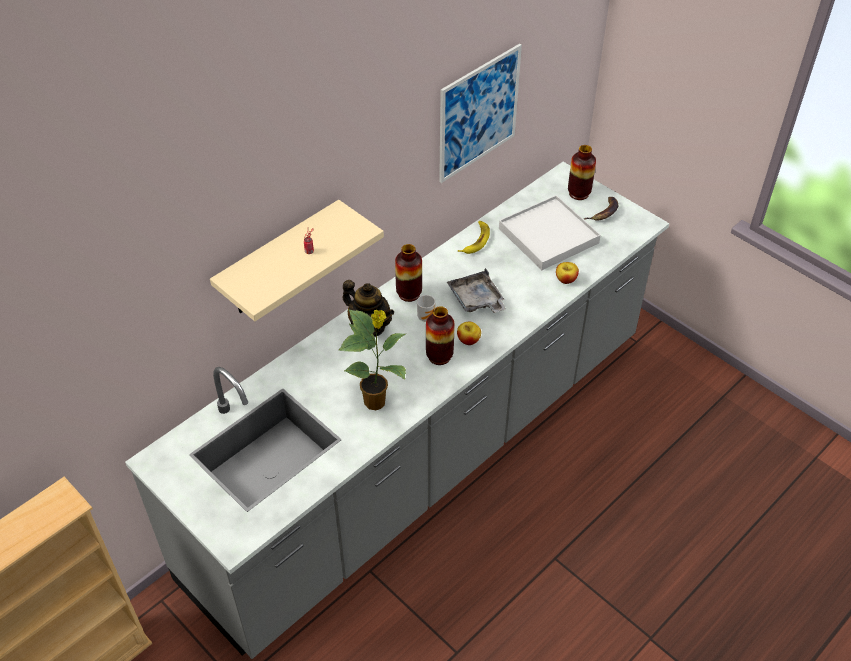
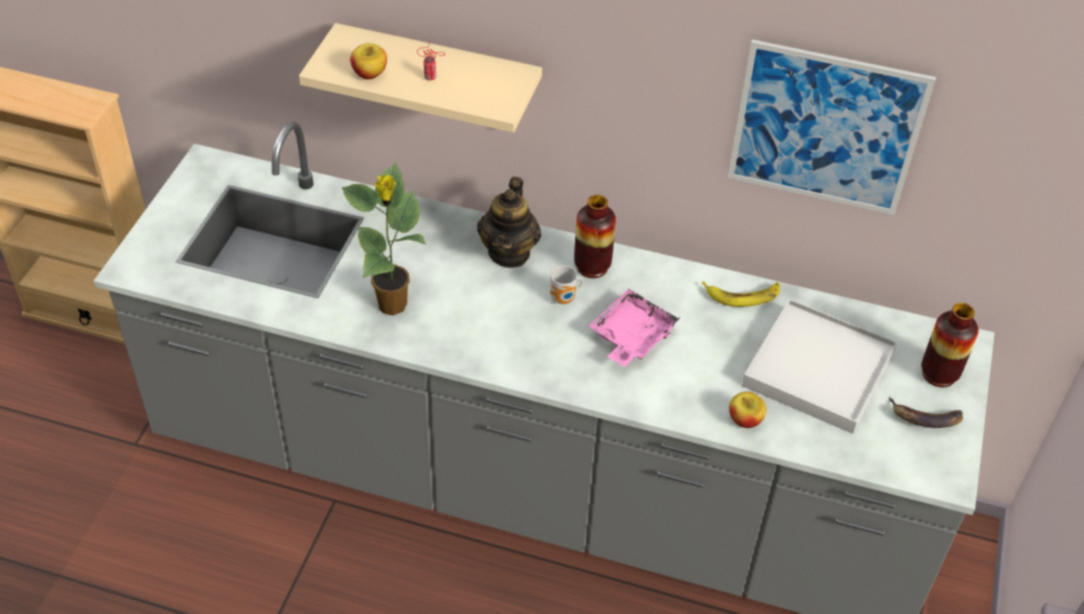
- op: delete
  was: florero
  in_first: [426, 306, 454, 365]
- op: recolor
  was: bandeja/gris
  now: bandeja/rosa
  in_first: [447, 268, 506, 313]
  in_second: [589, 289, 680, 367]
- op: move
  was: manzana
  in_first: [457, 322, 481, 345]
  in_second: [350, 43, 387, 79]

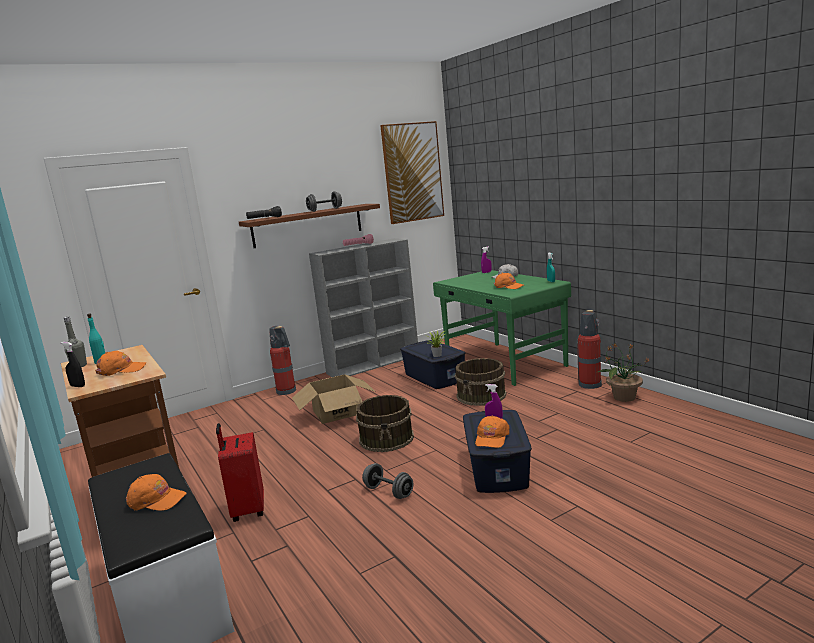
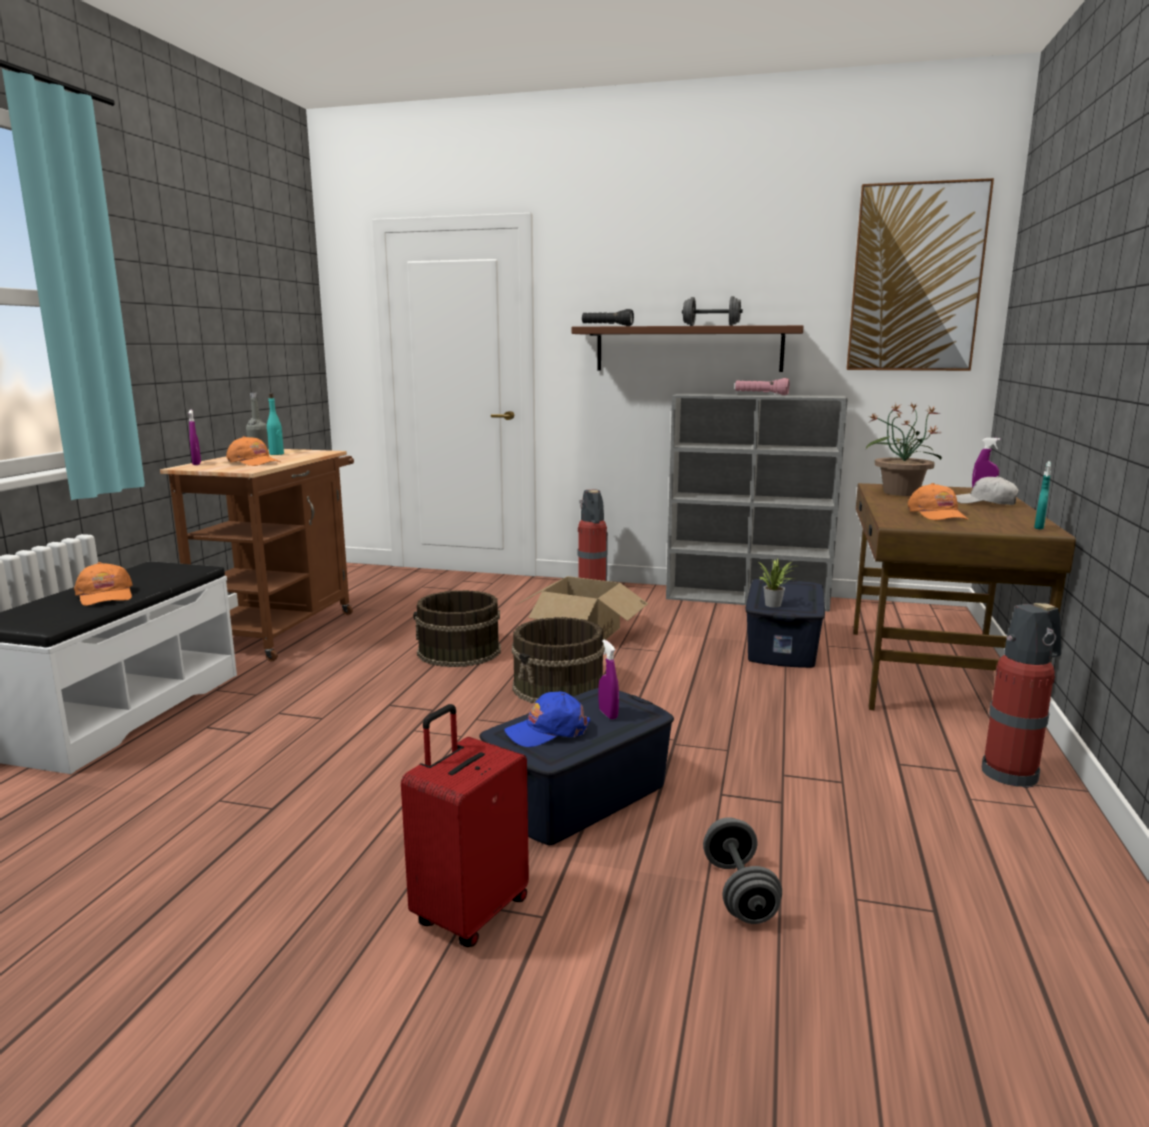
- op: recolor
  was: pulverizador/negro
  now: pulverizador/morado
  in_first: [61, 342, 85, 387]
  in_second: [189, 409, 201, 465]
- op: move
  was: maleta/rojo
  in_first: [216, 423, 264, 522]
  in_second: [401, 704, 529, 947]
- op: move
  was: mancuerna/gris
  in_first: [362, 463, 413, 499]
  in_second: [703, 817, 782, 924]
- op: recolor
  was: escritorio/verde
  now: escritorio/marrón
  in_first: [433, 270, 571, 386]
  in_second: [853, 483, 1076, 710]
- op: move
  was: cubo/marrón
  in_first: [455, 358, 506, 406]
  in_second: [413, 590, 501, 667]
- op: recolor
  was: gorra/naranja
  now: gorra/azul
  in_first: [475, 416, 510, 448]
  in_second: [504, 691, 590, 747]
- op: move
  was: planta en maceta
  in_first: [596, 344, 649, 402]
  in_second: [866, 403, 942, 496]

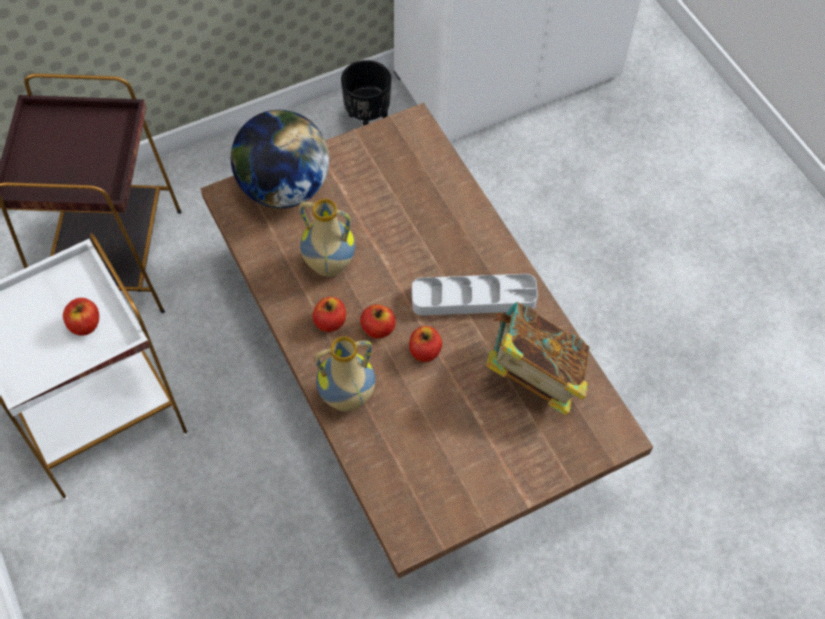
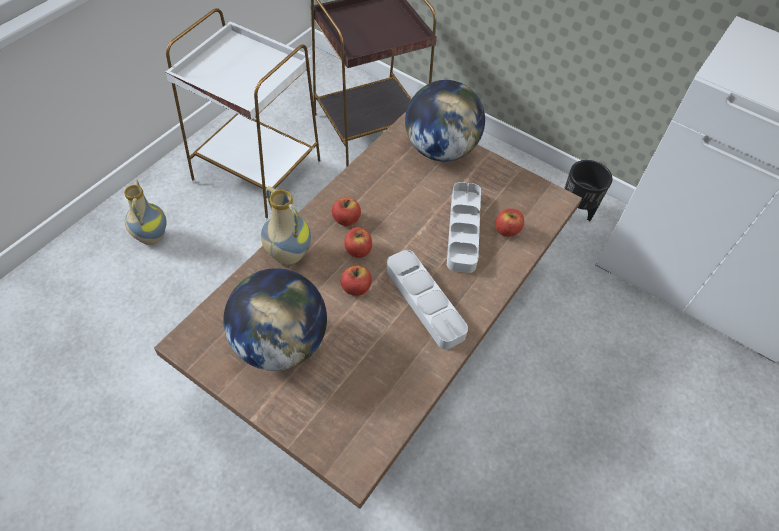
- op: move
  was: manzana
  in_first: [63, 298, 99, 336]
  in_second: [495, 208, 524, 237]
- op: move
  was: florero
  in_first: [299, 199, 355, 277]
  in_second: [124, 180, 167, 245]
- op: delete
  was: libro
  in_first: [486, 302, 590, 416]
- op: insert
  now: globo terráqueo
  in_second: [223, 268, 327, 371]
- op: insert
  now: bandeja/gris
  in_second: [447, 182, 481, 273]

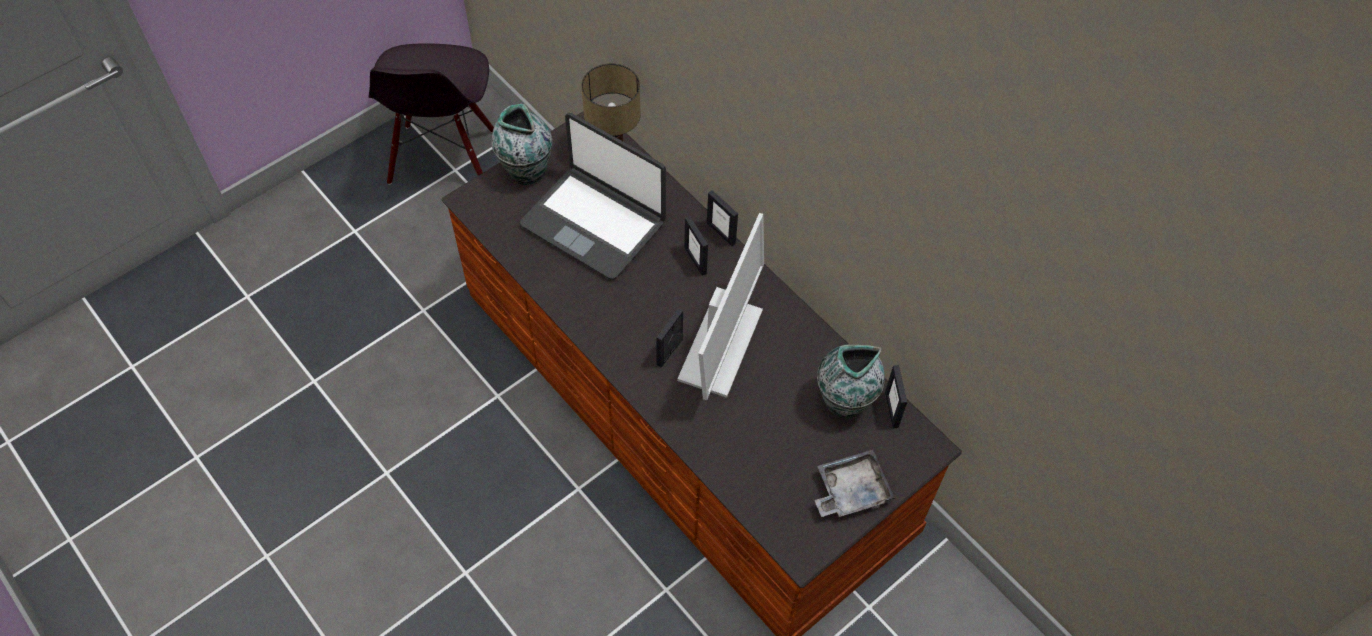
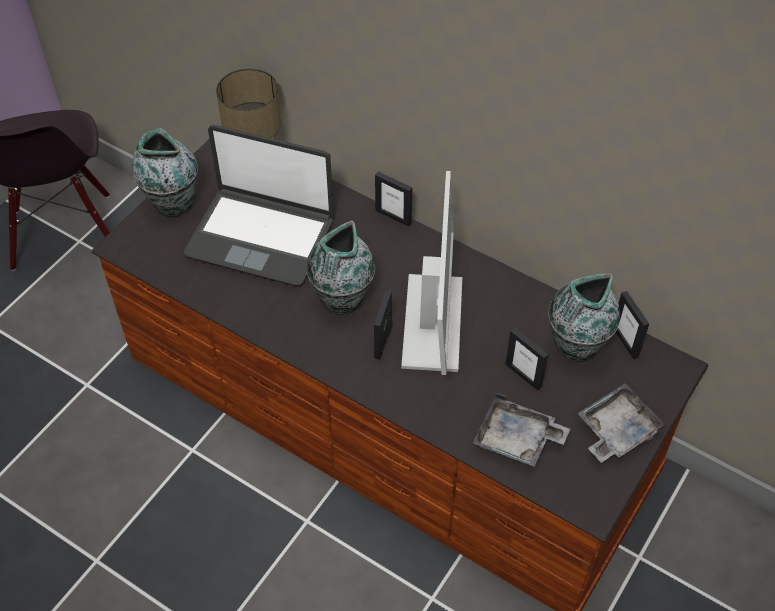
- op: move
  was: portarretratos
  in_first: [684, 216, 708, 276]
  in_second: [505, 327, 549, 391]
- op: insert
  now: florero
  in_second: [306, 221, 375, 315]
- op: insert
  now: bandeja/gris
  in_second: [473, 393, 570, 467]

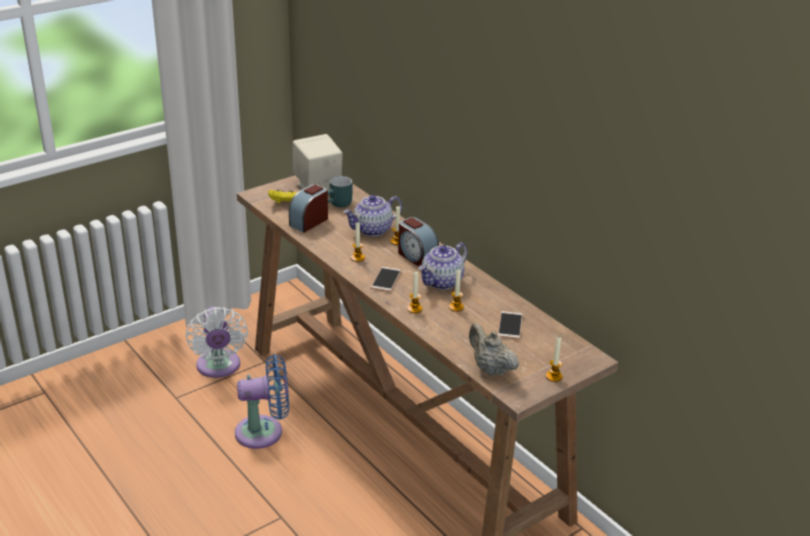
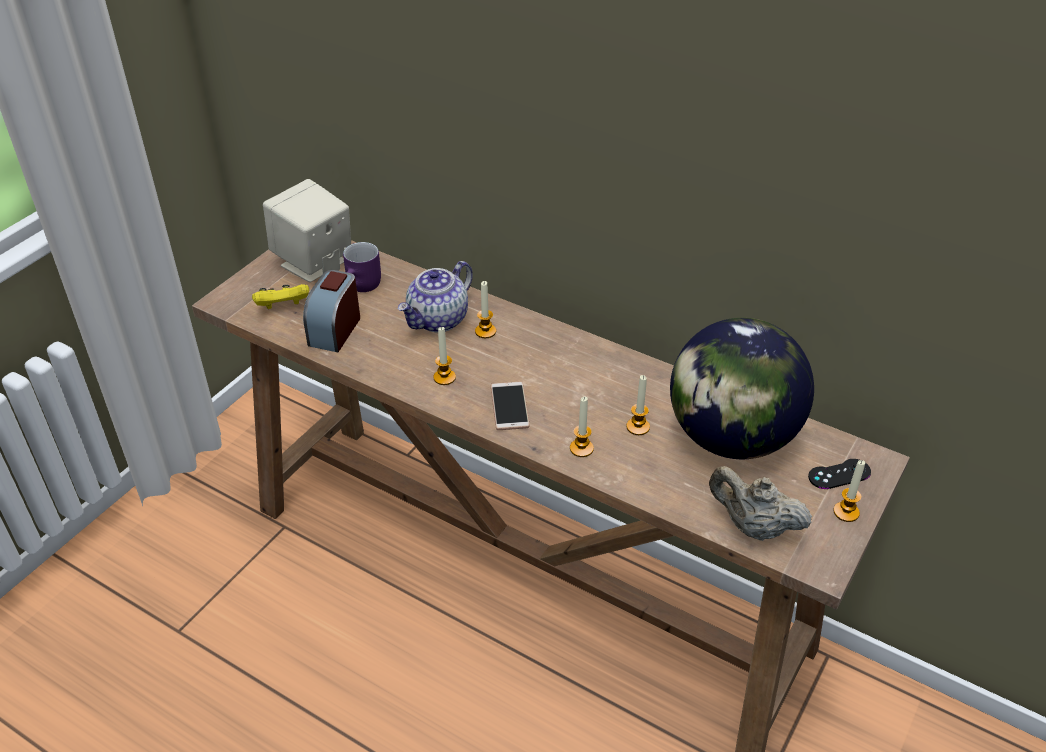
- op: delete
  was: ventilador/blanco
  in_first: [186, 307, 248, 378]
- op: delete
  was: ventilador/azul
  in_first: [235, 355, 289, 449]
- op: recolor
  was: taza grande/turquesa
  now: taza grande/morado
  in_first: [328, 176, 352, 207]
  in_second: [343, 242, 381, 292]
- op: delete
  was: despertador
  in_first: [398, 217, 439, 266]
- op: delete
  was: tetera
  in_first: [418, 242, 468, 290]
- op: replace
  was: móvil
  now: globo terráqueo
  in_first: [498, 311, 523, 339]
  in_second: [670, 318, 814, 459]
- op: insert
  now: mando de consola/negro
  in_second: [808, 459, 871, 489]

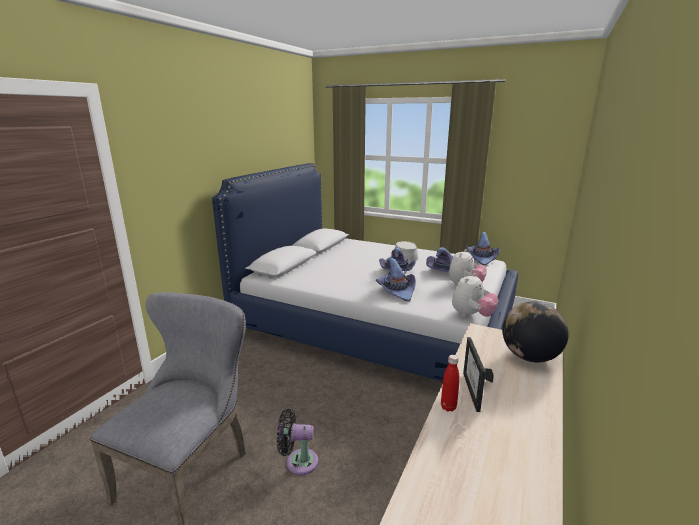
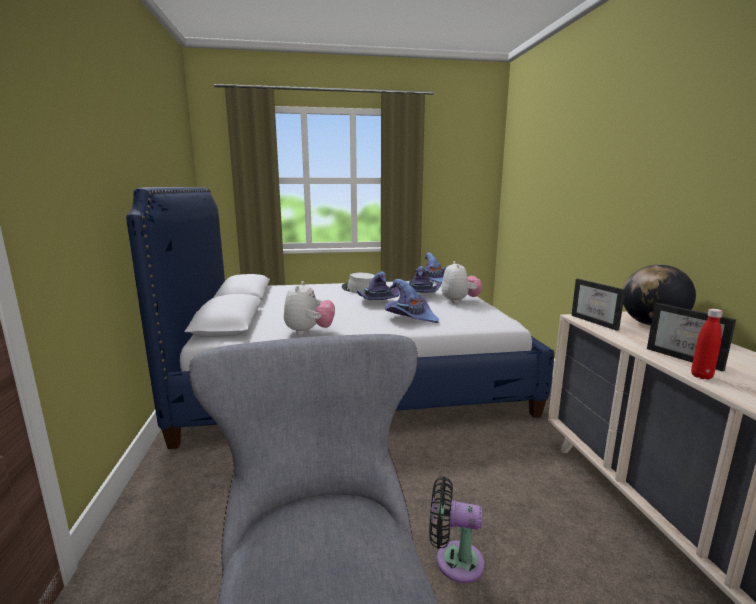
- op: rotate
  was: ventilador/negro
  in_first: [277, 409, 318, 475]
  in_second: [429, 477, 485, 583]
  clockwise: 45
- op: move
  was: peluche
  in_first: [452, 273, 499, 317]
  in_second: [284, 281, 335, 335]
- op: insert
  now: portarretratos
  in_second: [571, 279, 625, 331]

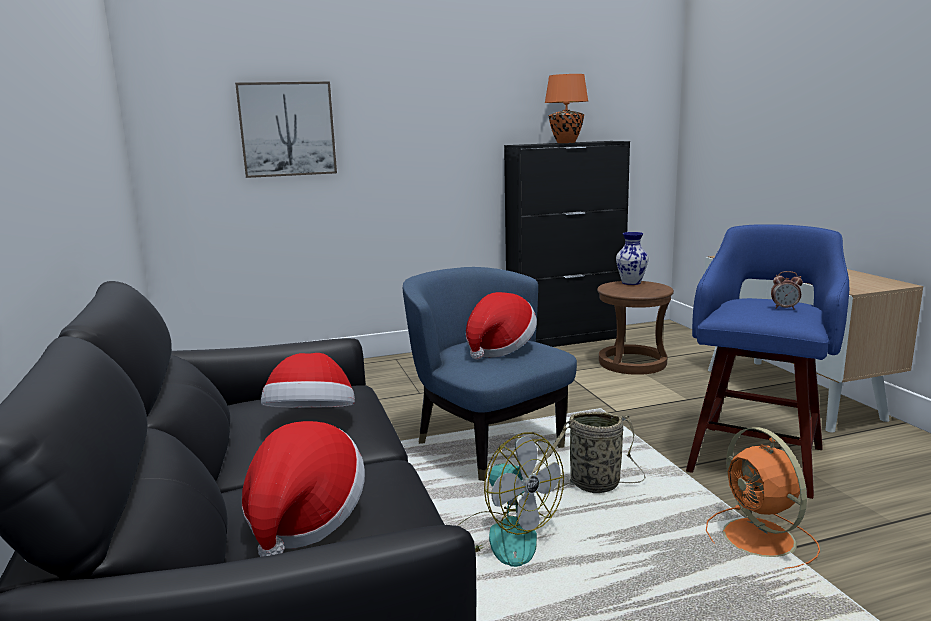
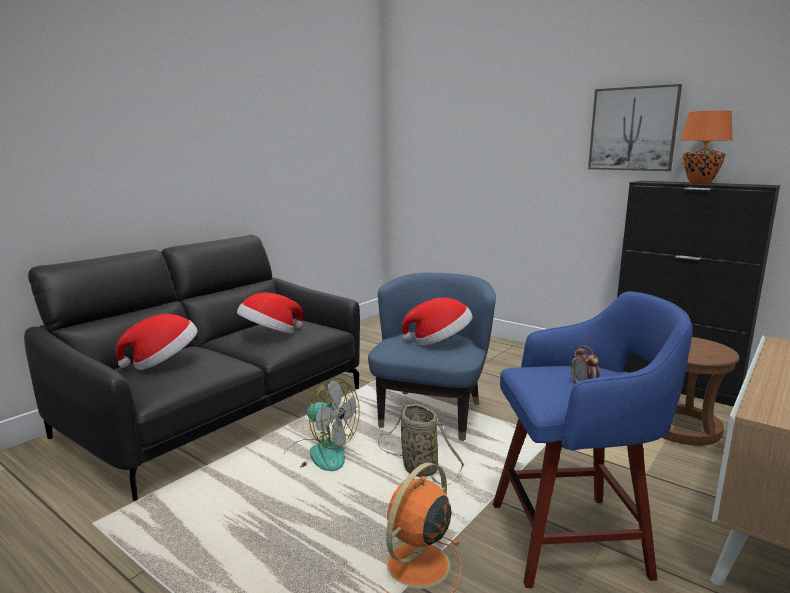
- op: move
  was: cuadro
  in_first: [235, 82, 337, 178]
  in_second: [588, 84, 682, 171]
- op: rotate
  was: ventilador
  in_first: [459, 432, 564, 567]
  in_second: [283, 378, 360, 471]
  clockwise: -75
- op: delete
  was: florero
  in_first: [616, 232, 649, 285]

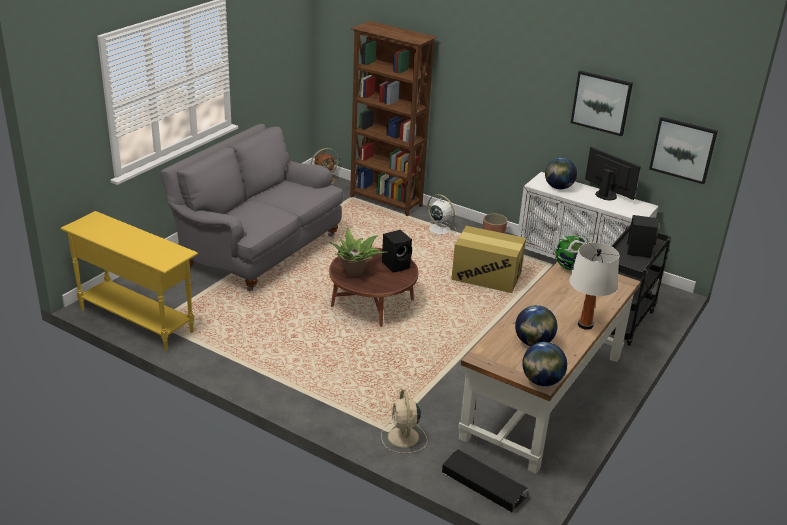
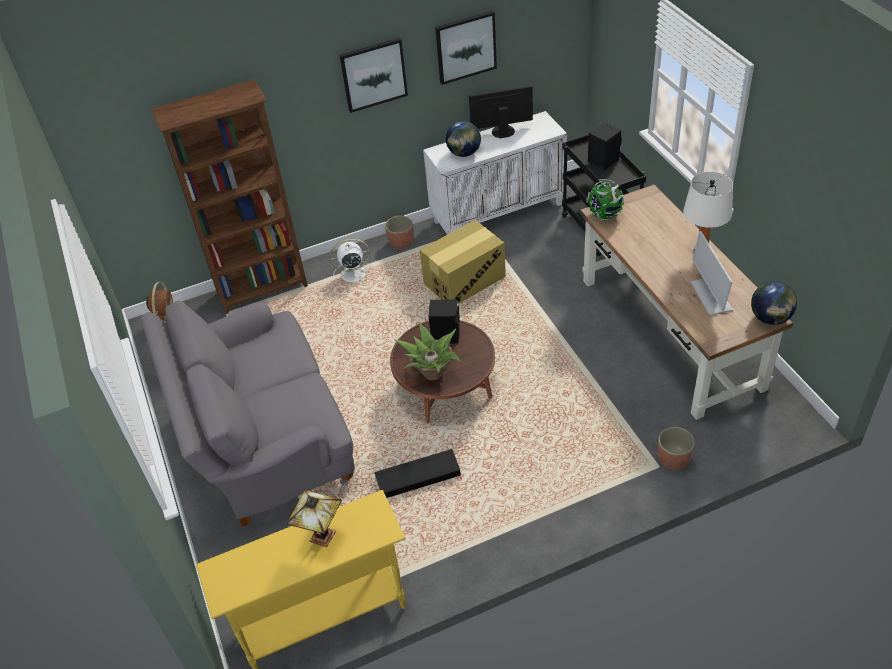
- op: replace
  was: ventilador/beis
  now: maceta
  in_first: [381, 390, 428, 453]
  in_second: [658, 427, 695, 470]
- op: move
  was: caja de almacenaje/negro
  in_first: [442, 450, 528, 512]
  in_second: [374, 449, 461, 498]
- op: replace
  was: globo terráqueo
  now: monitor
  in_first: [515, 305, 557, 346]
  in_second: [691, 231, 733, 316]
- op: move
  was: cuadro
  in_first: [649, 117, 718, 184]
  in_second: [340, 38, 408, 113]
- op: insert
  now: lámpara de mesa
  in_second: [287, 490, 342, 547]

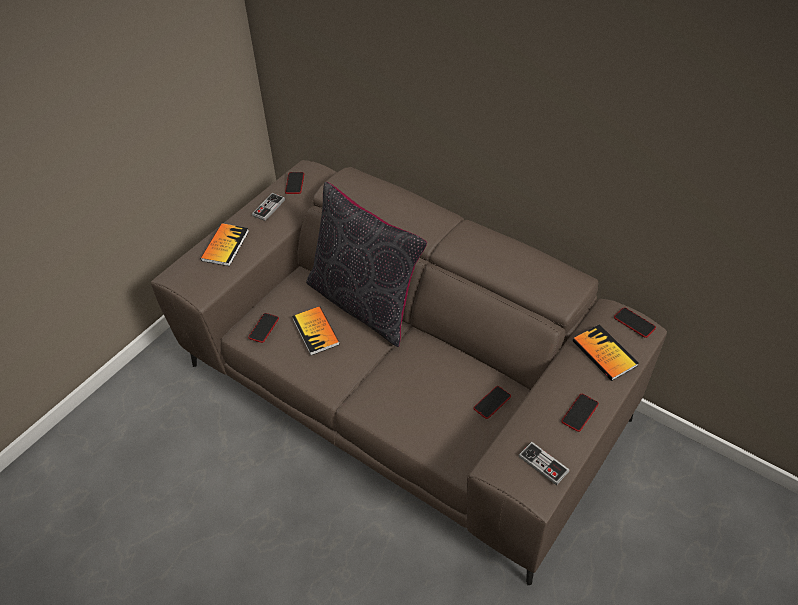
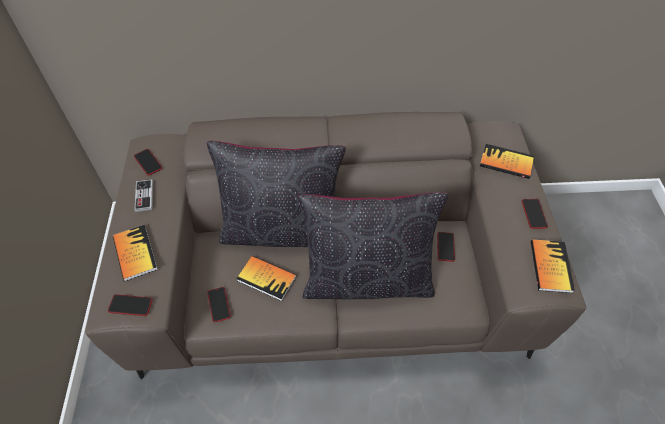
- op: replace
  was: mando de consola
  now: libro
  in_first: [518, 441, 570, 486]
  in_second: [531, 240, 575, 293]
- op: move
  was: móvil
  in_first: [614, 307, 656, 338]
  in_second: [108, 294, 153, 316]
- op: insert
  now: cojín/negro
  in_second: [298, 192, 448, 299]

